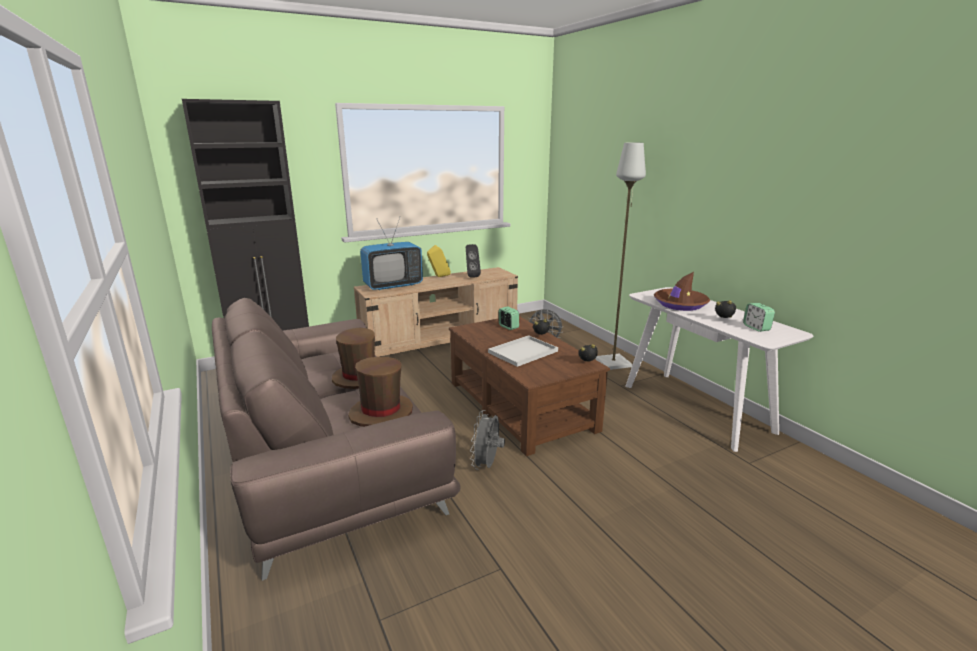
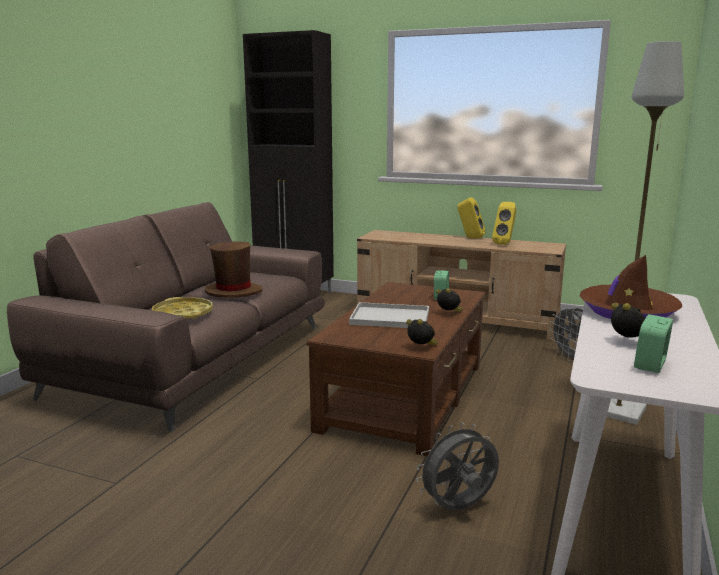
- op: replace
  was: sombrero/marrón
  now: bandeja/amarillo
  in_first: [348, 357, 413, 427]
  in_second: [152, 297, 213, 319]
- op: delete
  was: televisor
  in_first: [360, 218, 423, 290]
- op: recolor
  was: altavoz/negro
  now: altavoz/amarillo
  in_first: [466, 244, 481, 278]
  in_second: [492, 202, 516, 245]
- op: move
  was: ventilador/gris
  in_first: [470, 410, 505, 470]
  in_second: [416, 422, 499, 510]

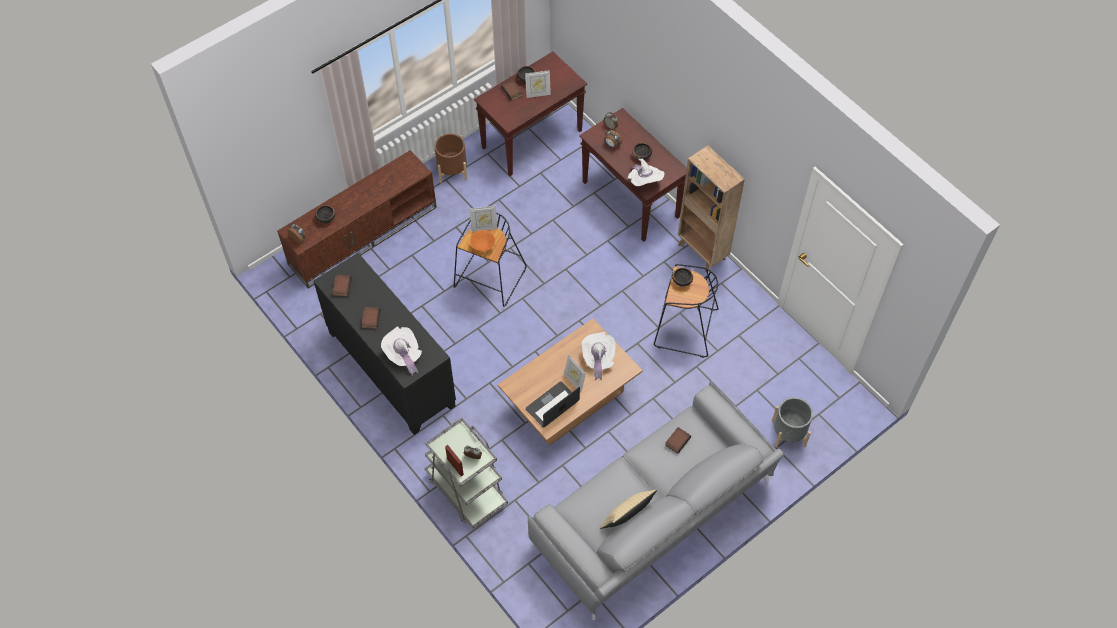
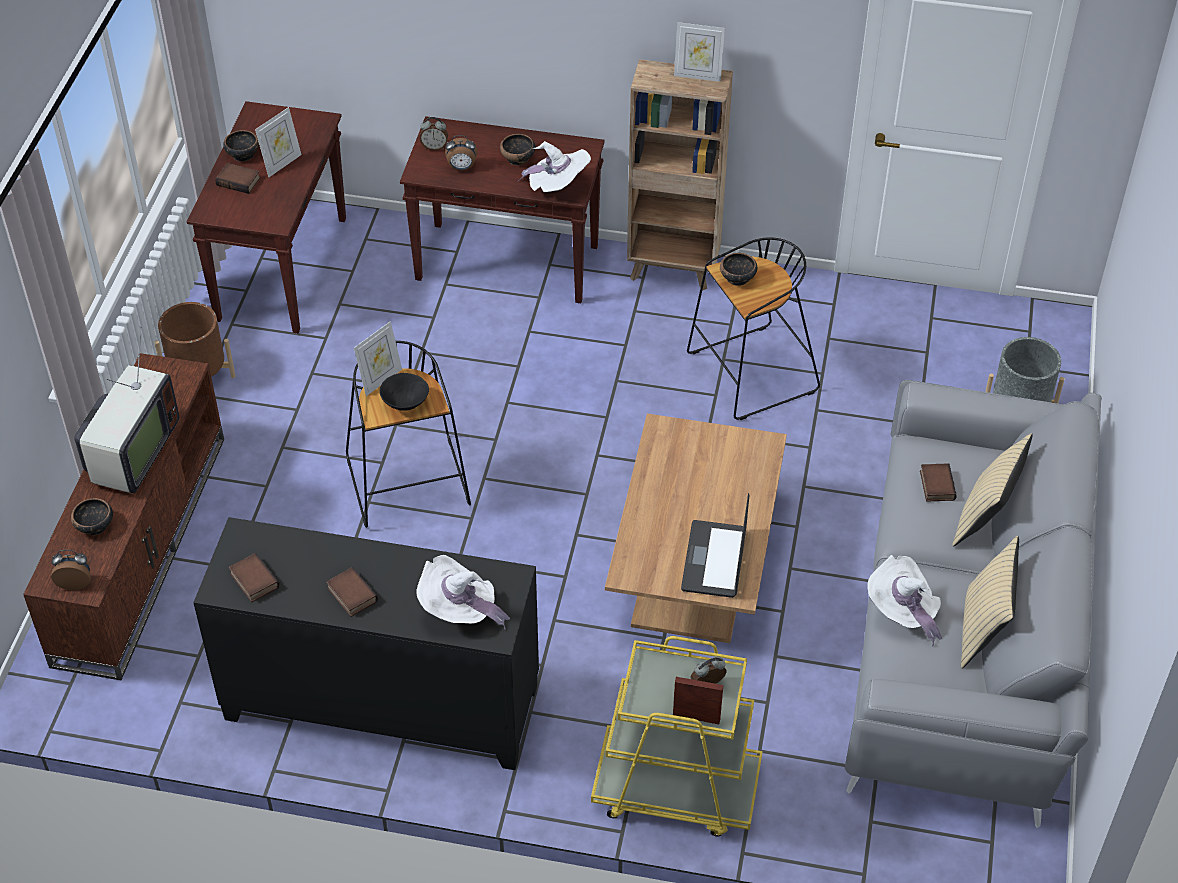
- op: recolor
  was: carrito/gris
  now: carrito/amarillo
  in_first: [425, 417, 508, 529]
  in_second: [591, 636, 763, 837]
- op: recolor
  was: cuenco/naranja
  now: cuenco/negro
  in_first: [470, 230, 495, 251]
  in_second: [380, 373, 429, 411]
- op: move
  was: portarretratos
  in_first: [564, 354, 586, 392]
  in_second: [674, 22, 725, 82]
- op: move
  was: sombrero/blanco
  in_first: [581, 332, 616, 381]
  in_second: [868, 555, 942, 646]
- op: insert
  now: televisor
  in_second: [74, 327, 179, 494]
- op: insert
  now: cojín/beis
  in_second: [953, 433, 1033, 547]

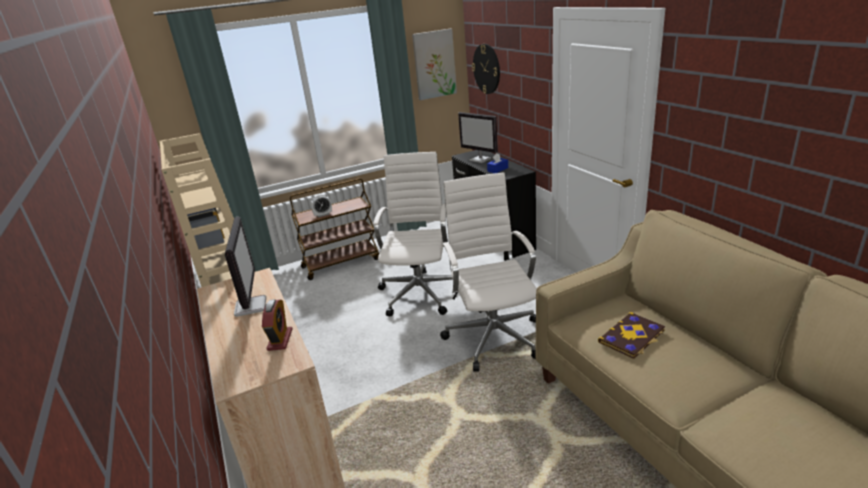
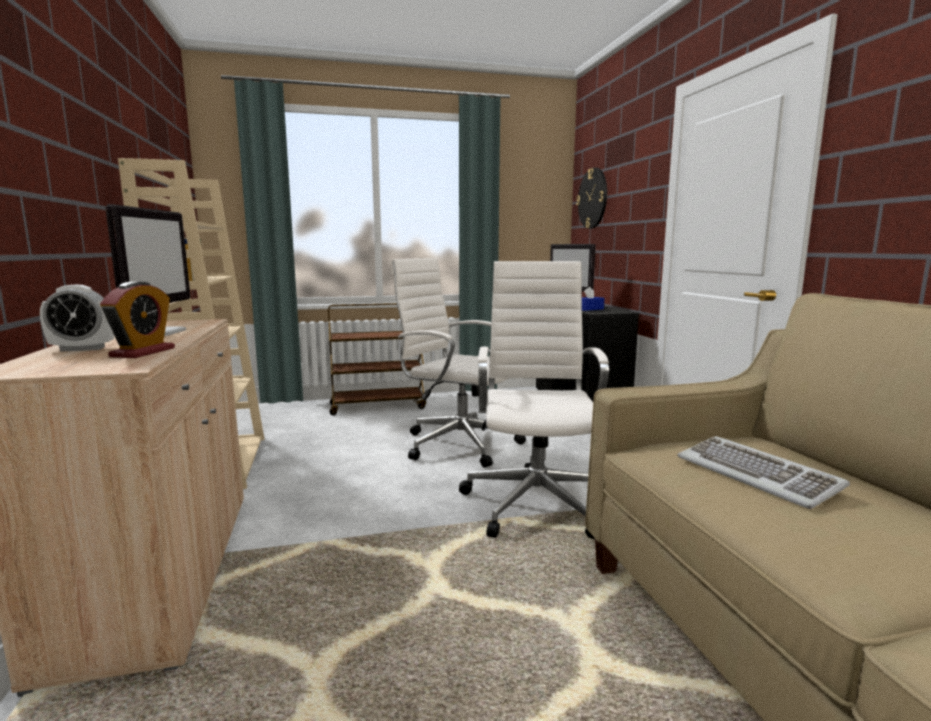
- op: move
  was: despertador
  in_first: [310, 194, 332, 218]
  in_second: [40, 285, 114, 352]
- op: rotate
  was: silla de oficina/blanco
  in_first: [373, 152, 453, 316]
  in_second: [391, 258, 526, 468]
  clockwise: -75
- op: delete
  was: cuadro
  in_first: [412, 29, 457, 100]
- op: replace
  was: libro
  now: teclado
  in_first: [598, 312, 665, 359]
  in_second: [677, 436, 850, 509]

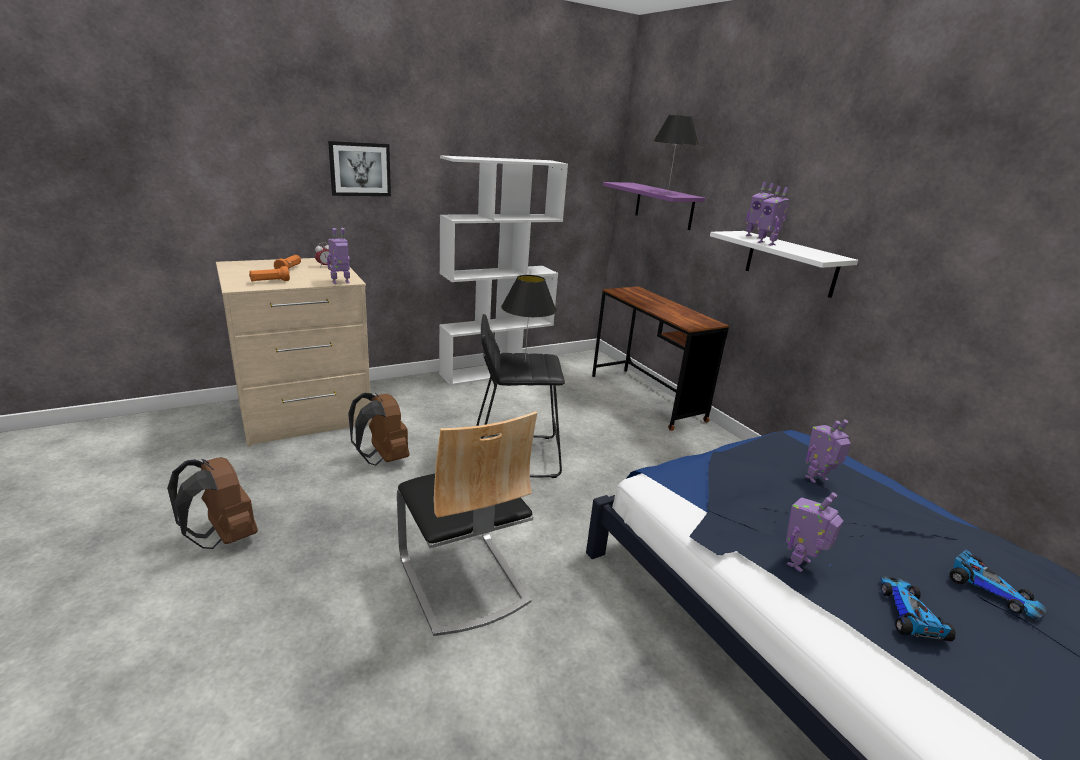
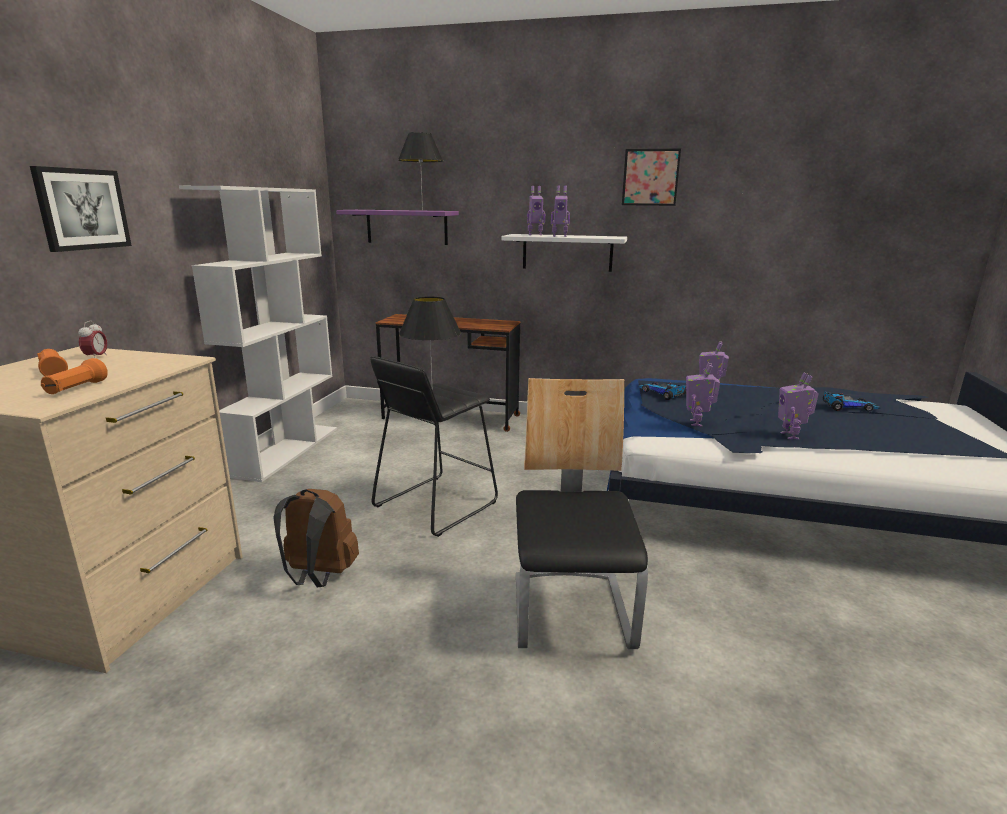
- op: delete
  was: mochila/marrón
  in_first: [167, 457, 258, 549]
- op: move
  was: robot de juguete
  in_first: [327, 228, 350, 284]
  in_second: [686, 363, 720, 427]
- op: rotate
  was: silla
  in_first: [397, 411, 537, 636]
  in_second: [516, 378, 648, 649]
  clockwise: -105
- op: move
  was: coche de juguete
  in_first: [880, 576, 956, 641]
  in_second: [638, 382, 686, 400]
- op: insert
  now: cuadro
  in_second: [622, 149, 681, 206]

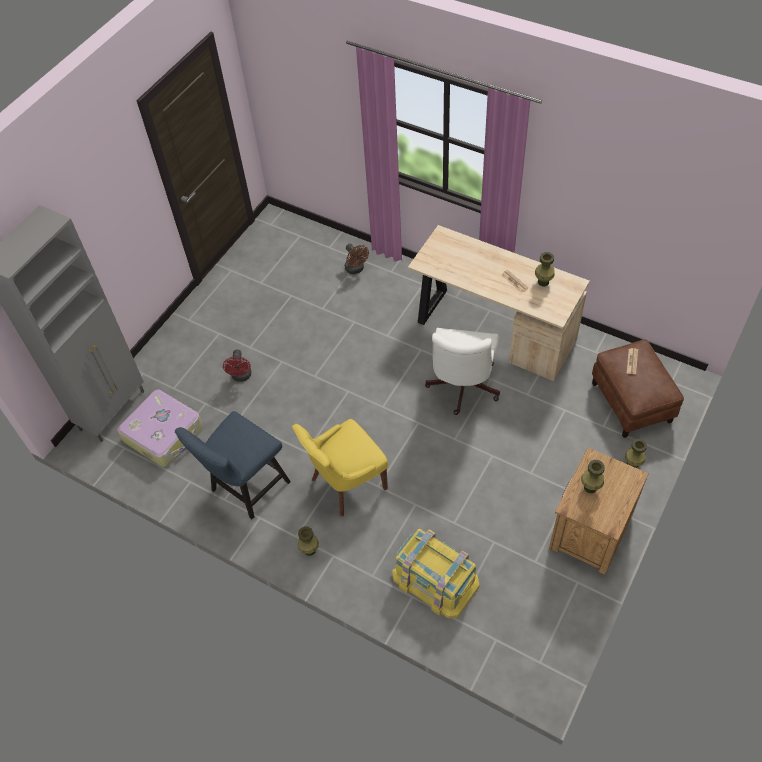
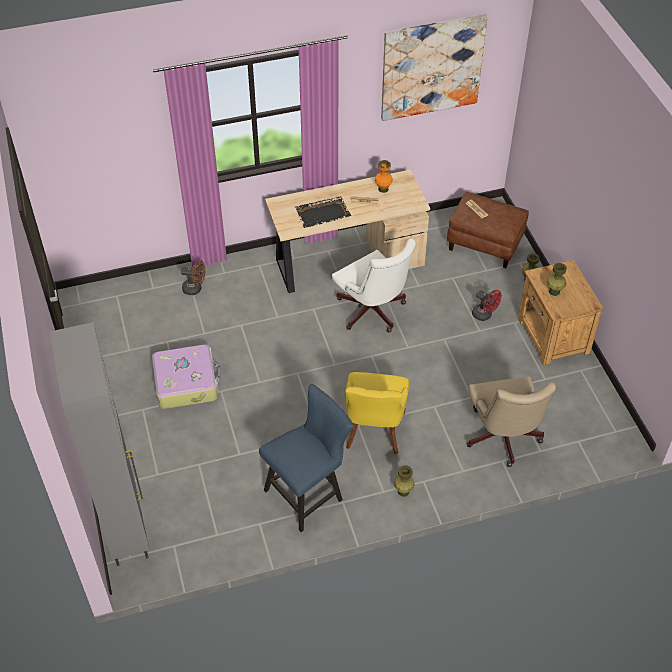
- op: move
  was: maleta
  in_first: [117, 389, 203, 467]
  in_second: [152, 344, 220, 409]
- op: rotate
  was: silla/azul
  in_first: [175, 411, 291, 519]
  in_second: [259, 384, 354, 532]
  clockwise: -120
- op: move
  was: ventilador/rojo
  in_first: [223, 350, 252, 382]
  in_second: [472, 290, 502, 321]
- op: replace
  was: caja de almacenaje/amarillo
  now: silla de oficina/beis
  in_first: [392, 529, 480, 618]
  in_second: [467, 376, 556, 467]
- op: recolor
  was: florero/verde
  now: florero/naranja
  in_first: [535, 252, 555, 286]
  in_second: [375, 160, 393, 193]
- op: insert
  now: bandeja/negro
  in_second: [295, 196, 351, 228]
- op: insert
  now: cuadro
  in_second: [381, 14, 488, 121]

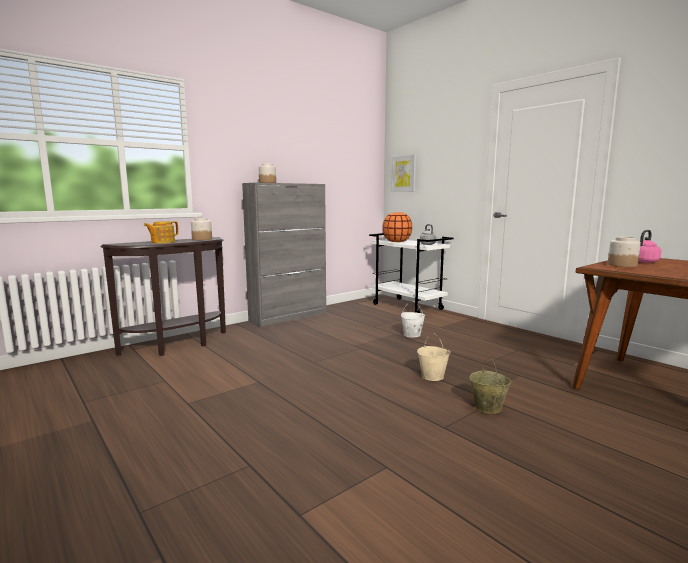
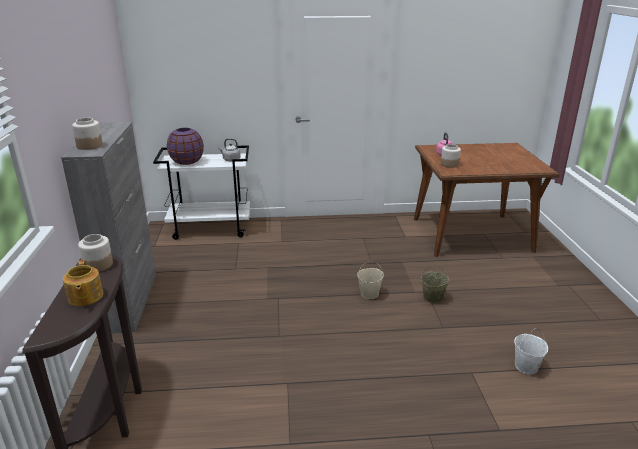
- op: recolor
  was: florero/naranja
  now: florero/morado
  in_first: [382, 213, 412, 242]
  in_second: [167, 128, 204, 165]
- op: delete
  was: cuadro
  in_first: [391, 155, 416, 192]
- op: move
  was: cubo/blanco
  in_first: [401, 301, 425, 338]
  in_second: [514, 328, 548, 374]

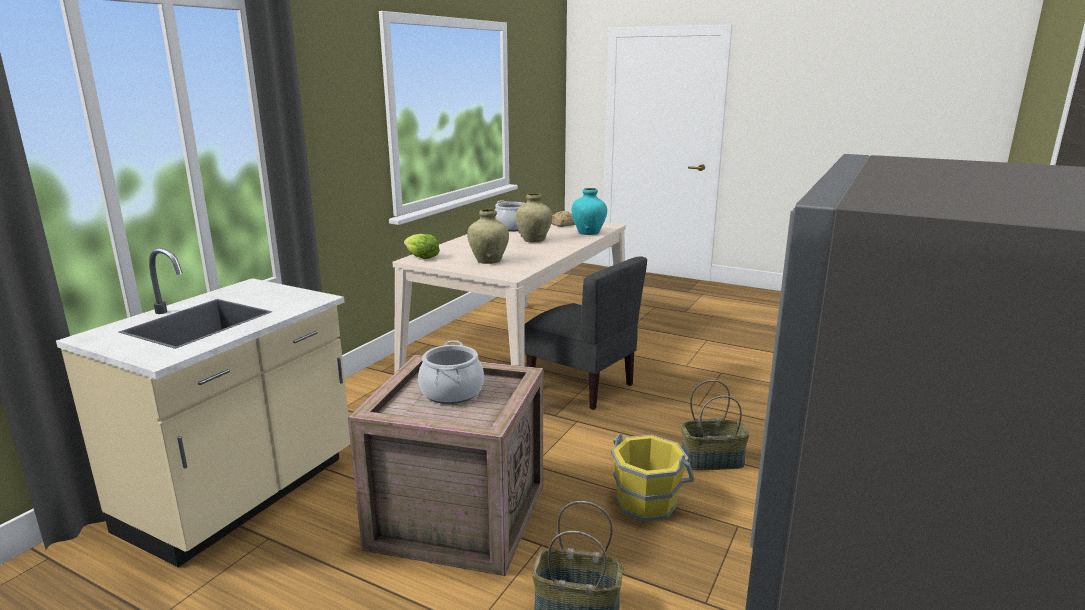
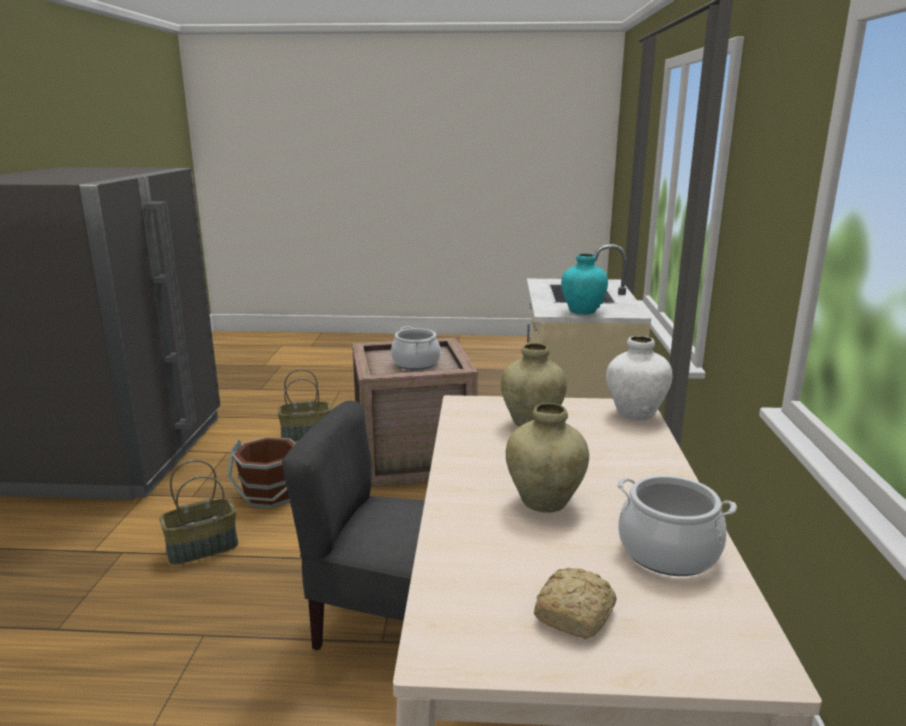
- op: replace
  was: lechuga
  now: florero/blanco
  in_first: [404, 234, 440, 259]
  in_second: [606, 336, 672, 420]
- op: move
  was: florero/turquesa
  in_first: [572, 188, 607, 235]
  in_second: [561, 253, 608, 315]
- op: recolor
  was: cubo/amarillo
  now: cubo/marrón
  in_first: [611, 434, 695, 522]
  in_second: [227, 437, 296, 509]

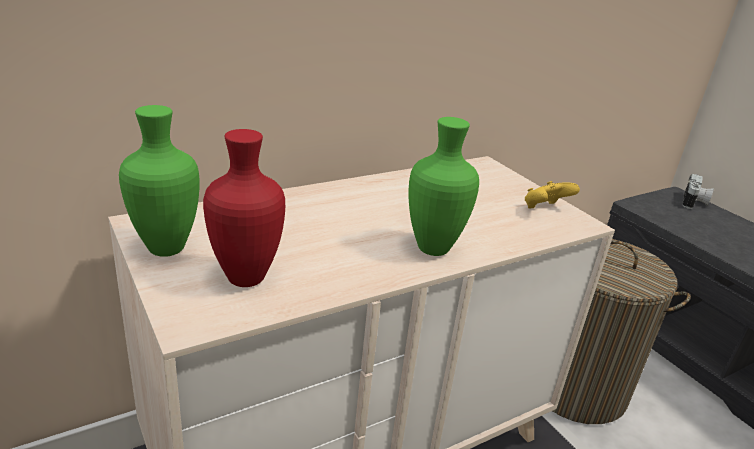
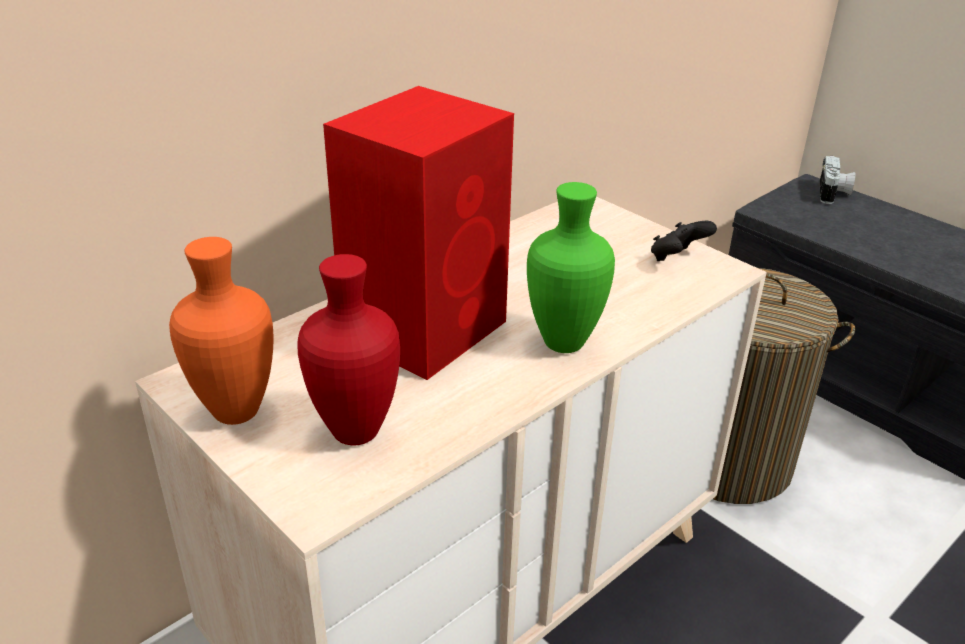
- op: recolor
  was: florero/verde
  now: florero/naranja
  in_first: [119, 105, 200, 257]
  in_second: [169, 237, 274, 425]
- op: recolor
  was: mando de consola/amarillo
  now: mando de consola/negro
  in_first: [525, 181, 580, 209]
  in_second: [651, 221, 717, 261]
- op: insert
  now: altavoz/rojo
  in_second: [323, 86, 514, 380]

